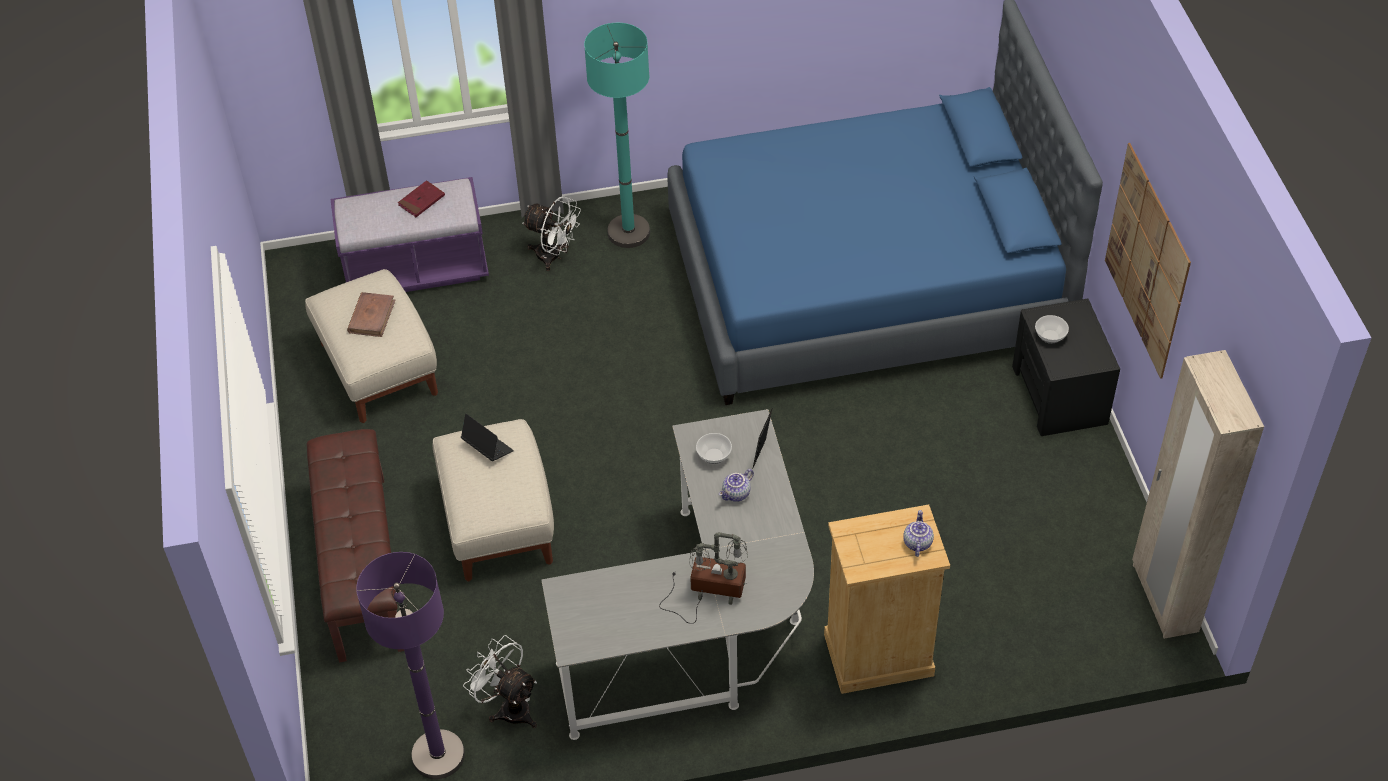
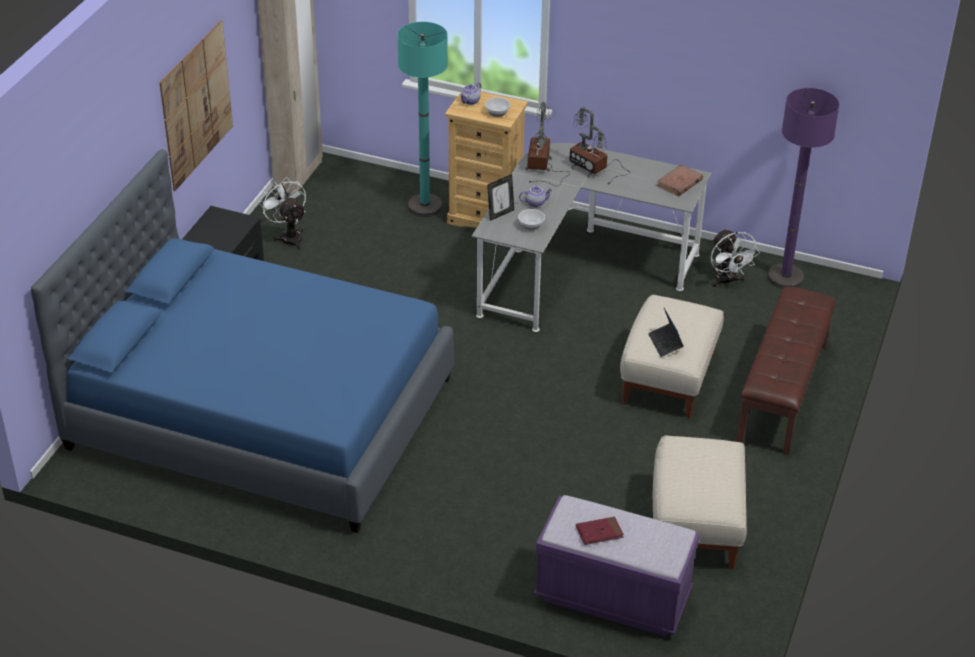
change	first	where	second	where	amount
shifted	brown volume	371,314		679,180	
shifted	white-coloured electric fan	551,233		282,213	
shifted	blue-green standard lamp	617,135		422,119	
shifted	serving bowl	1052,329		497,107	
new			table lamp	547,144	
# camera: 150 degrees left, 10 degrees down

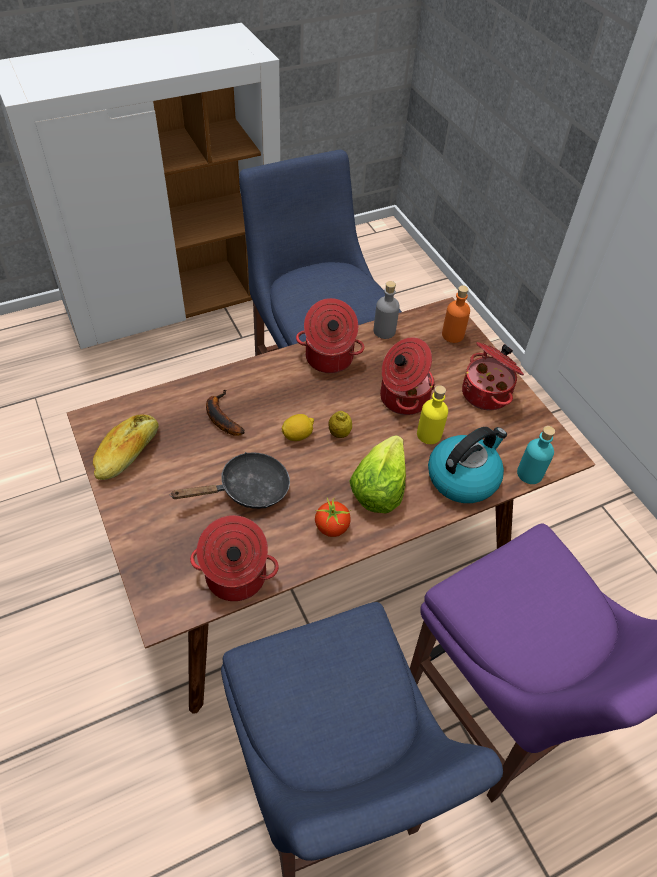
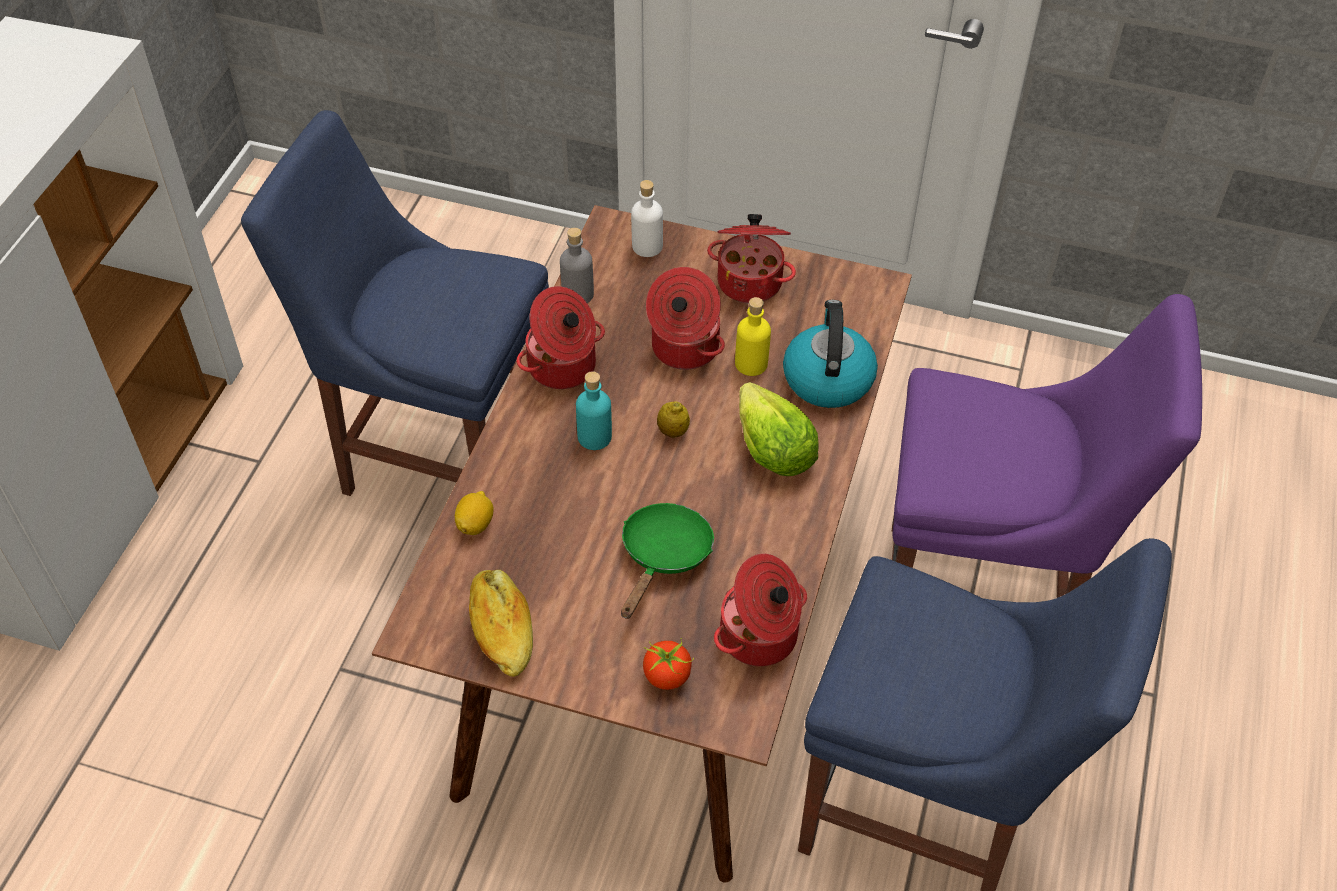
change	first	where	second	where	amount
repainted	blackish skillet	230,480	green-coloured skillet	667,561	
gone	banana fruit	225,412			
shifted	lemon	298,427		474,513	
shifted	fresh tomato	333,517		668,664	
repainted	orangey drink bottle	456,314	white-coloured drink bottle	647,218	
shifted	blue-green drink bottle	536,455		594,410	
# camera: 45 degrees left, 0 degrees up

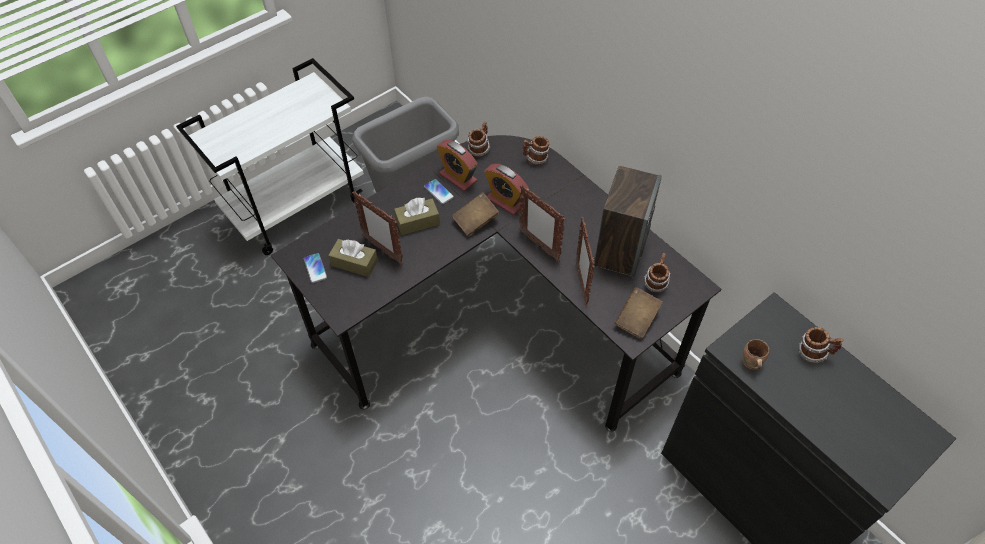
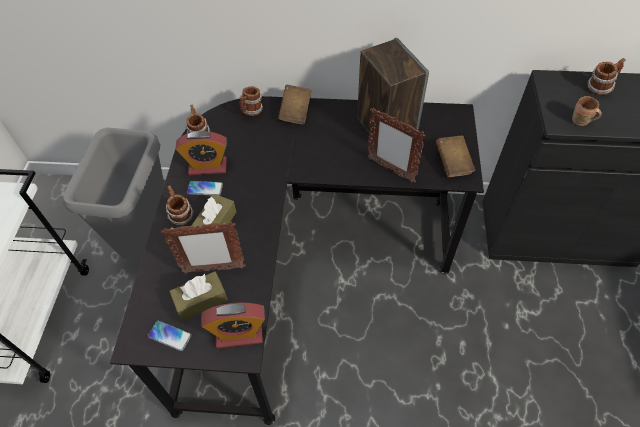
change	first	where	second	where	amount
shifted	brown volume	475,214		295,104	
shifted	table clock	506,189		233,325	
gone	photo frame	542,223			
shifted	coffee mug	657,273		180,205	
# camera: 45 degrees left, 0 degrees up

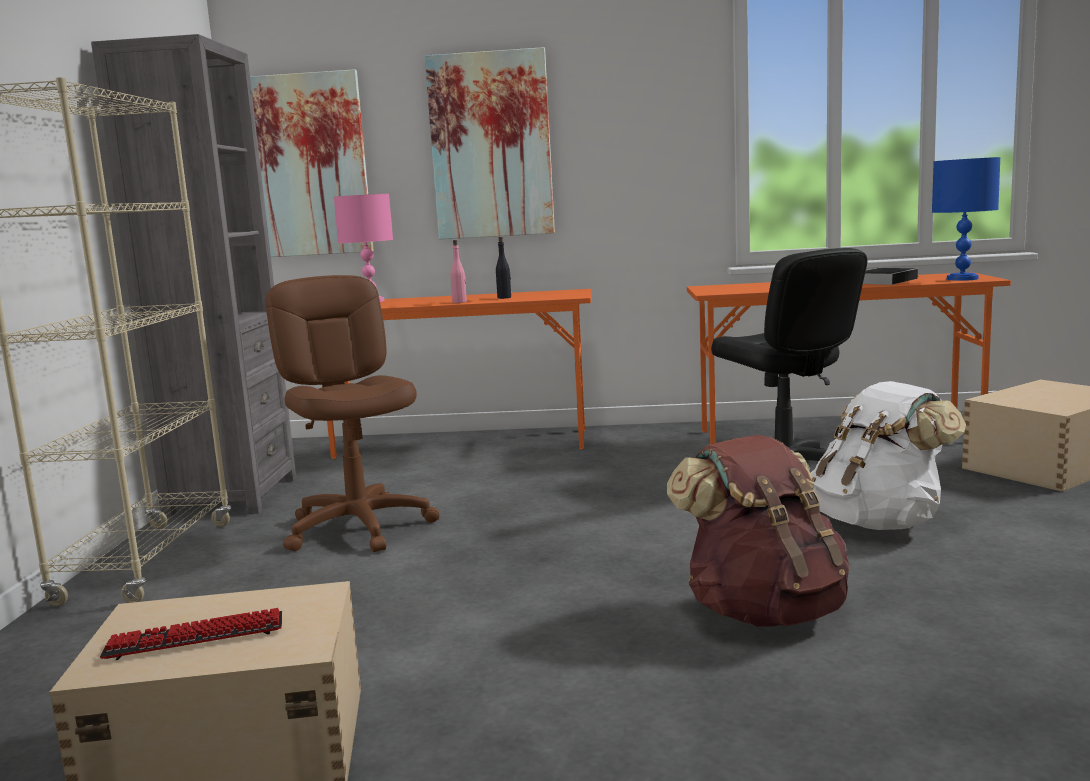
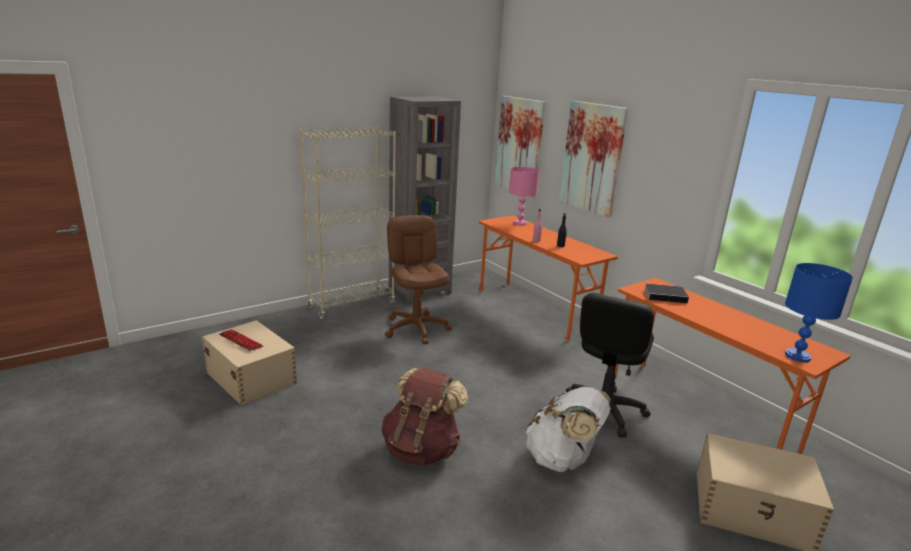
change	first	where	second	where	amount
rotated	brown office chair	352,413		418,279	45 degrees counterclockwise
shifted	volume	890,276		669,293	
# camera: 50 degrees right, 10 degrees up

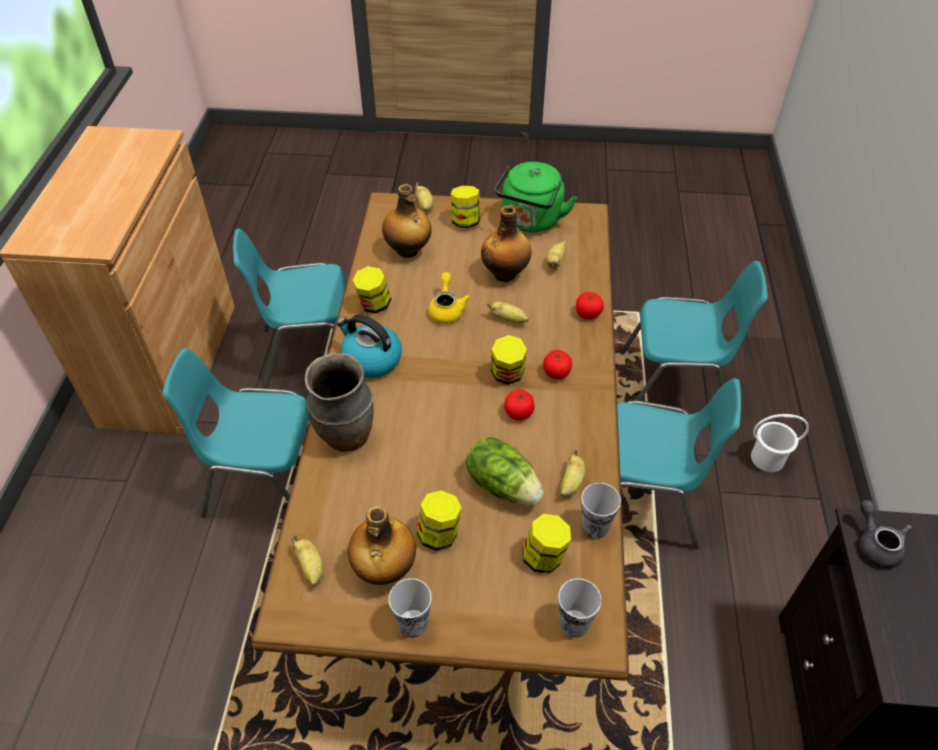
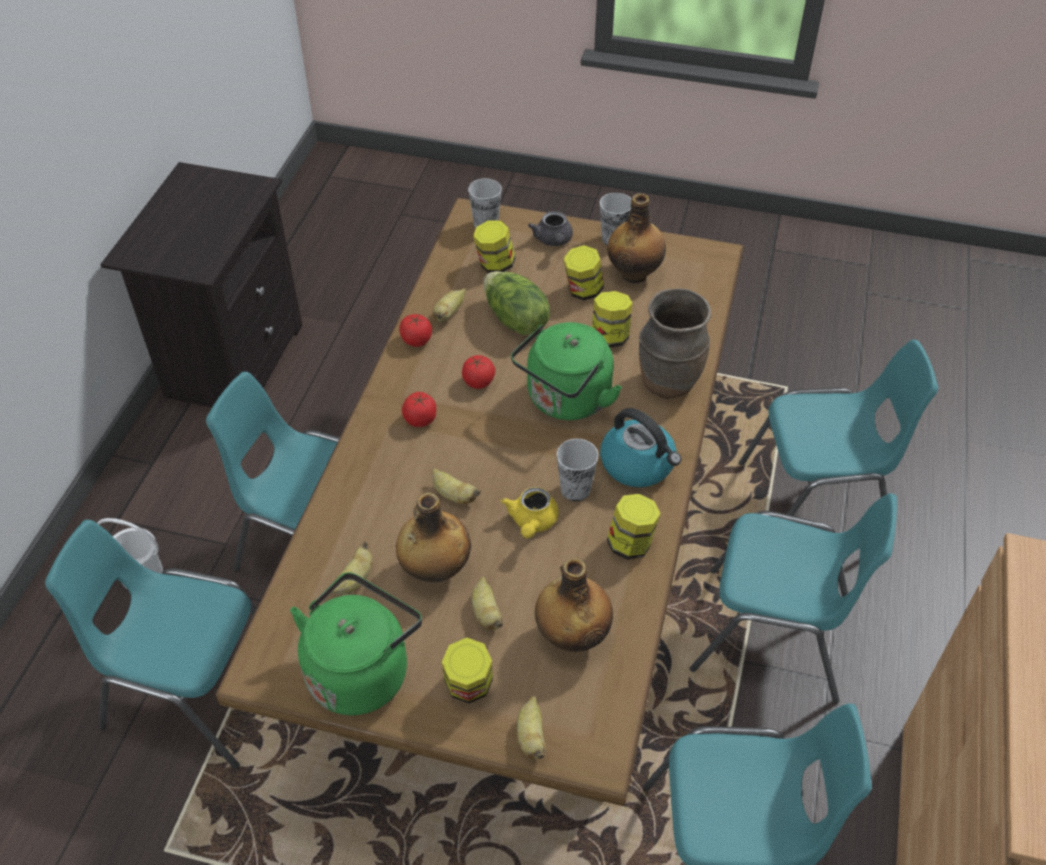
change	first	where	second	where	amount
shifted	banana fruit	308,560		487,603	
shifted	jar	509,360		612,319	
shifted	fresh tomato	590,305		415,330	
shifted	drinking cup	601,511		577,470	
shifted	greyish pot for tea	885,534		550,228	
new			green-coloured water kettle	566,371	
new			blue-green upright chair	838,428	
# camera: 170 degrees left, 0 degrees up

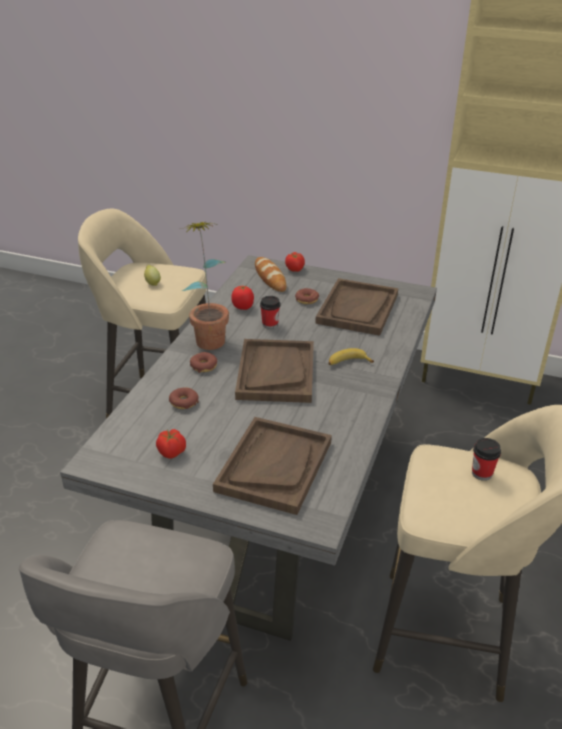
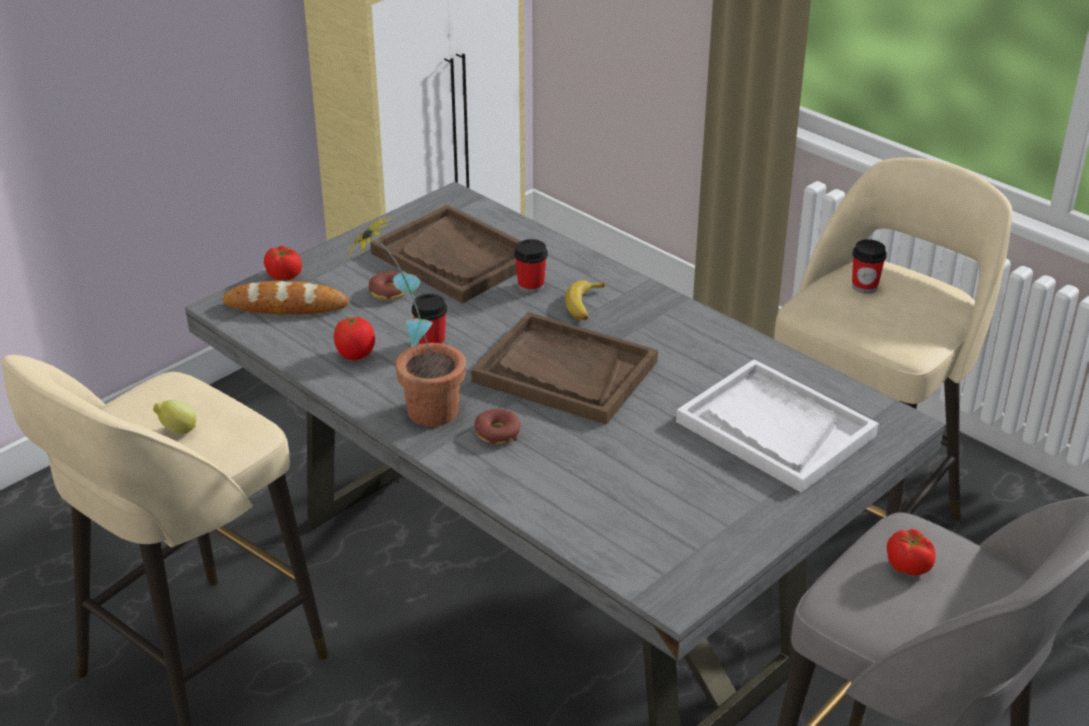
change	first	where	second	where	amount
shifted	fresh tomato	171,444		911,552	
gone	ring doughnut	184,398			
repainted	brown tray	272,466	white-coloured tray	777,426	
new			drinking cup	531,266	
# camera: 65 degrees left, 0 degrees up

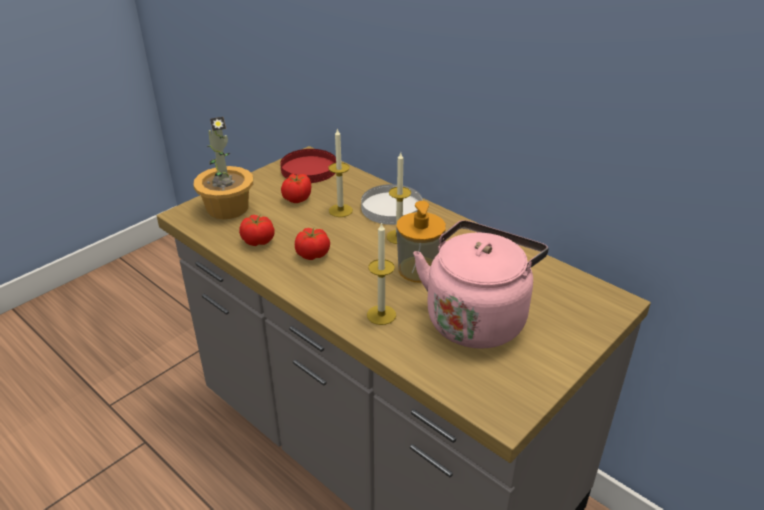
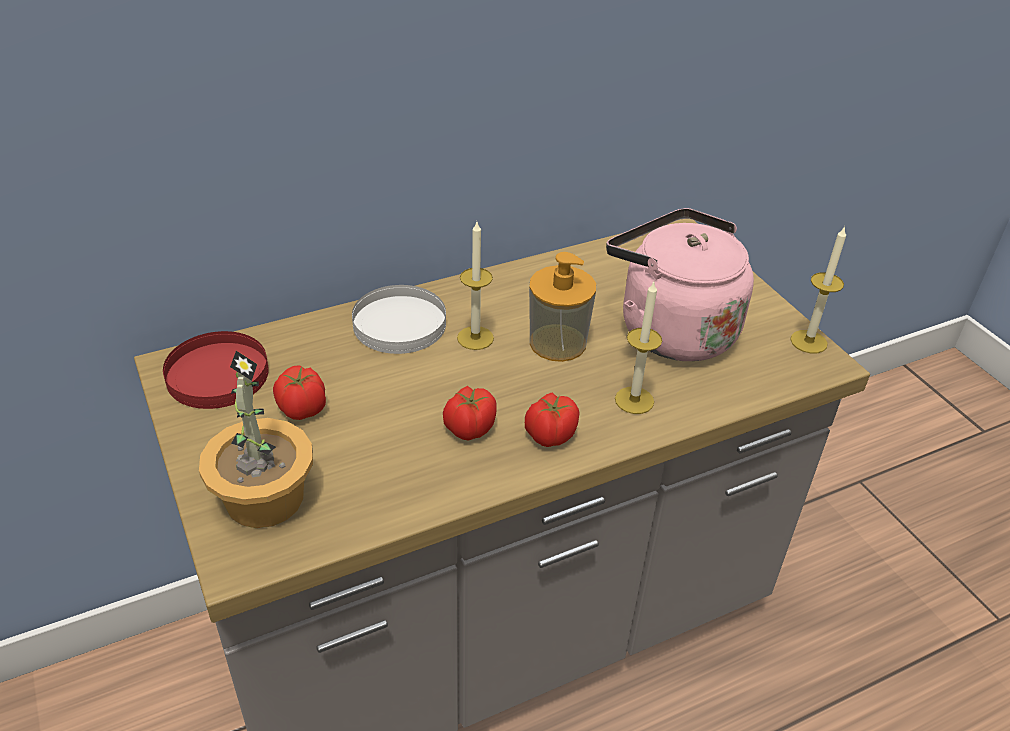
change	first	where	second	where	amount
shifted	fresh tomato	257,230		552,419	
shifted	wax candle	340,172		818,289	
# camera: 70 degrees left, 5 degrees up

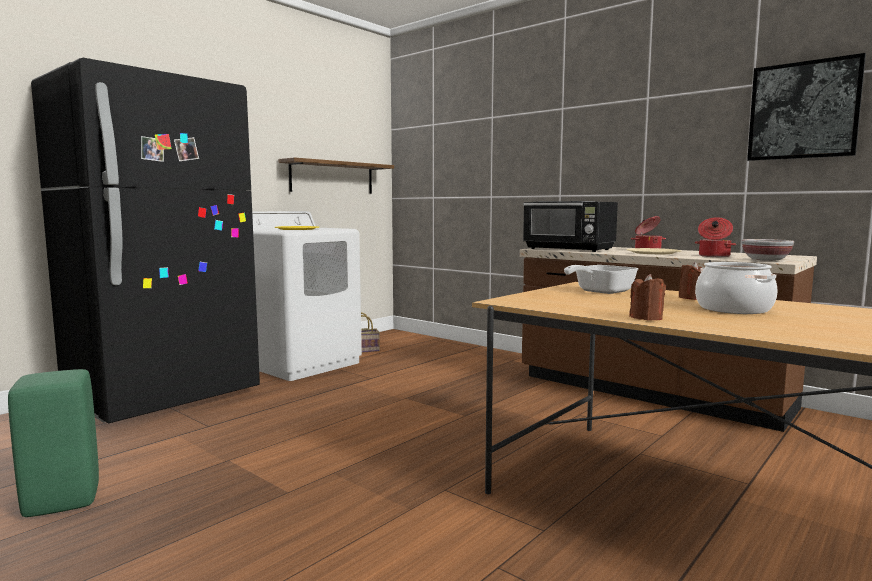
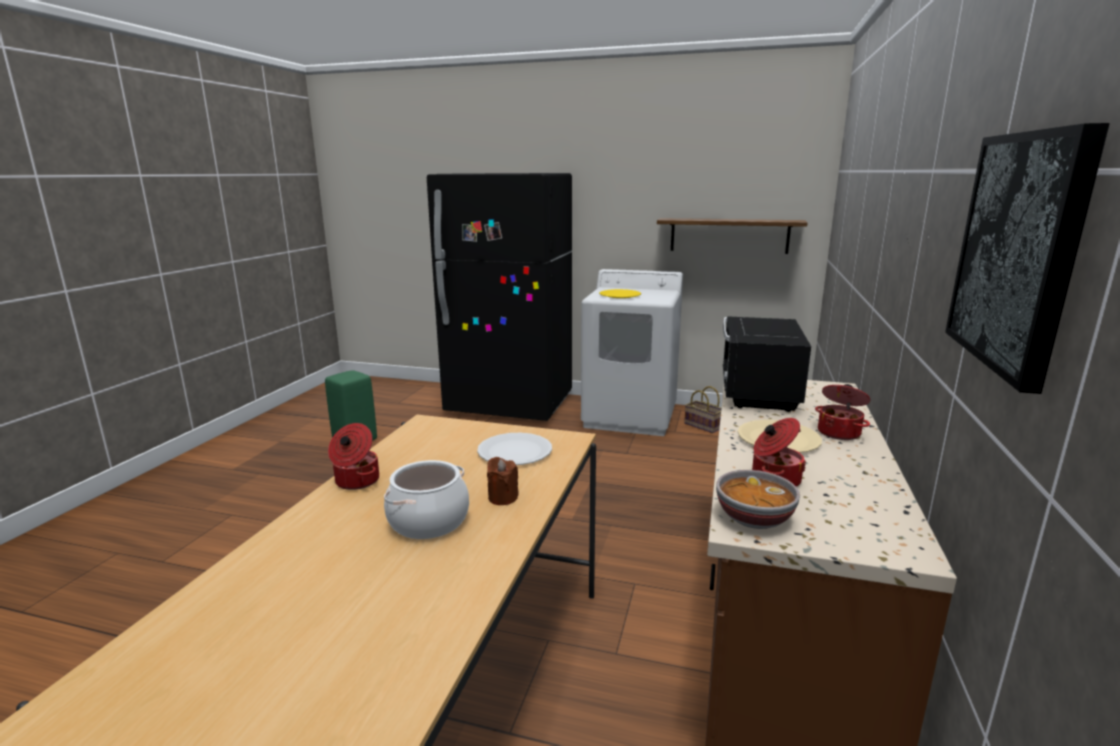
change	first	where	second	where	amount
swapped	skillet	601,279	white-coloured dinner plate	514,449	
swapped	brown wax candle	647,297	stockpot	353,456	
# camera: 65 degrees right, 10 degrees up

